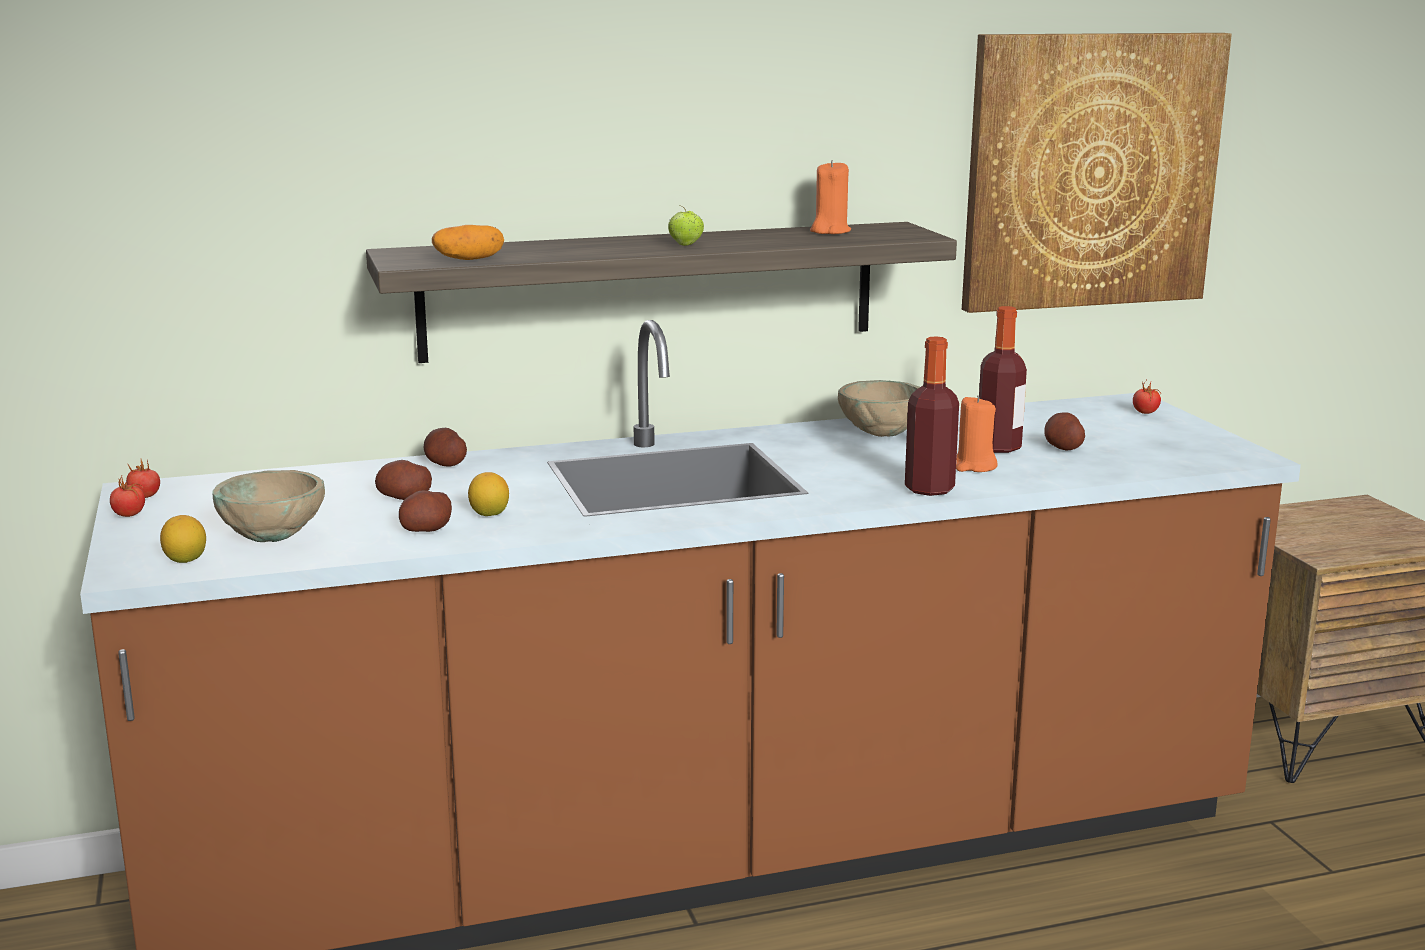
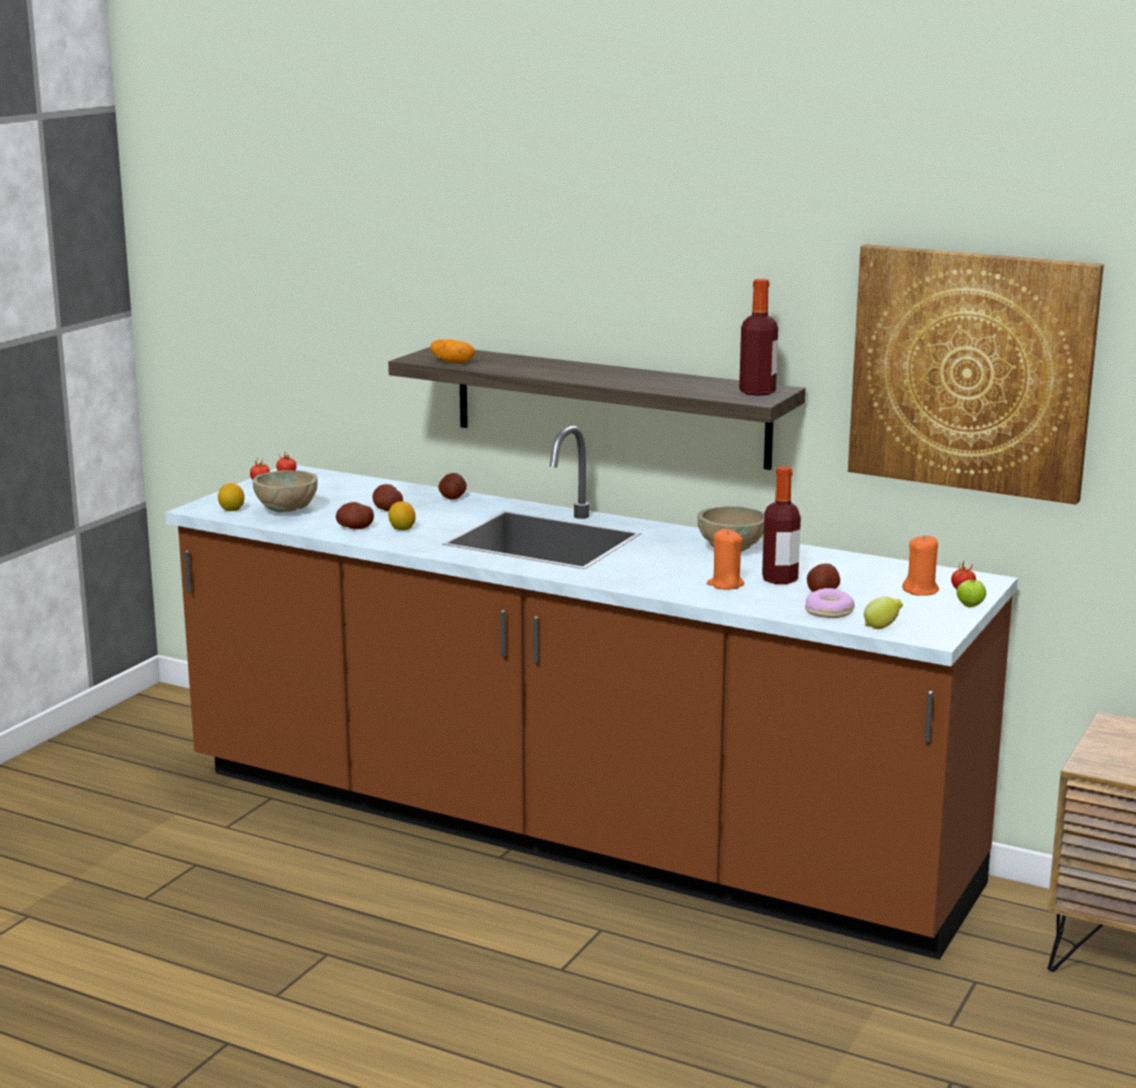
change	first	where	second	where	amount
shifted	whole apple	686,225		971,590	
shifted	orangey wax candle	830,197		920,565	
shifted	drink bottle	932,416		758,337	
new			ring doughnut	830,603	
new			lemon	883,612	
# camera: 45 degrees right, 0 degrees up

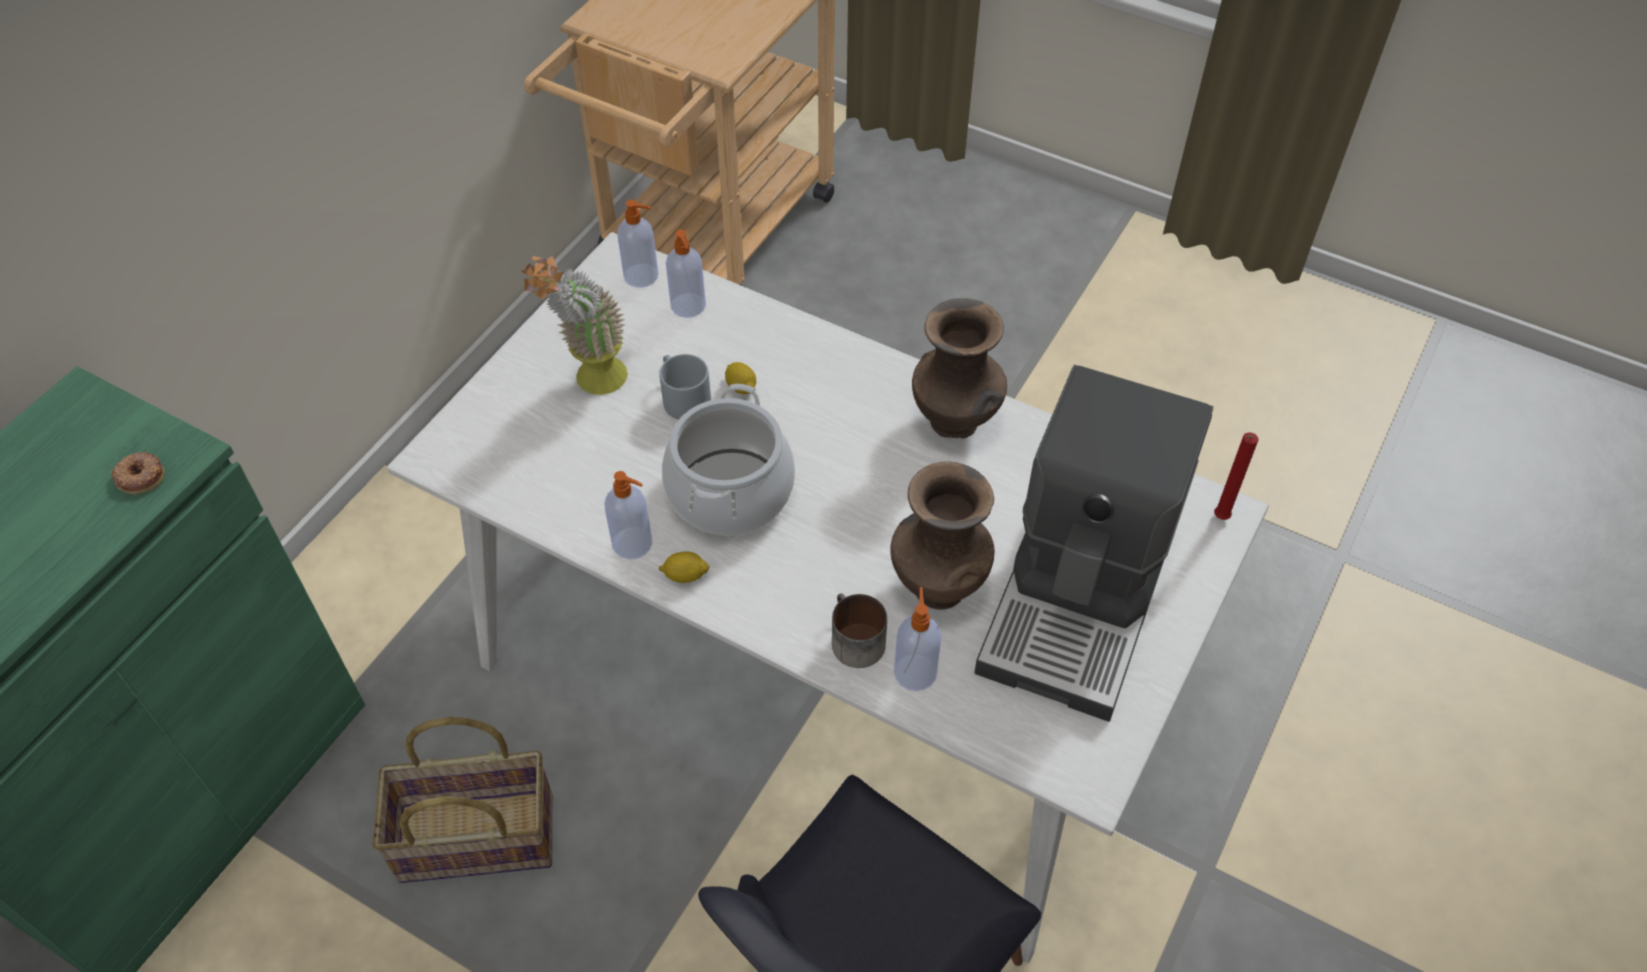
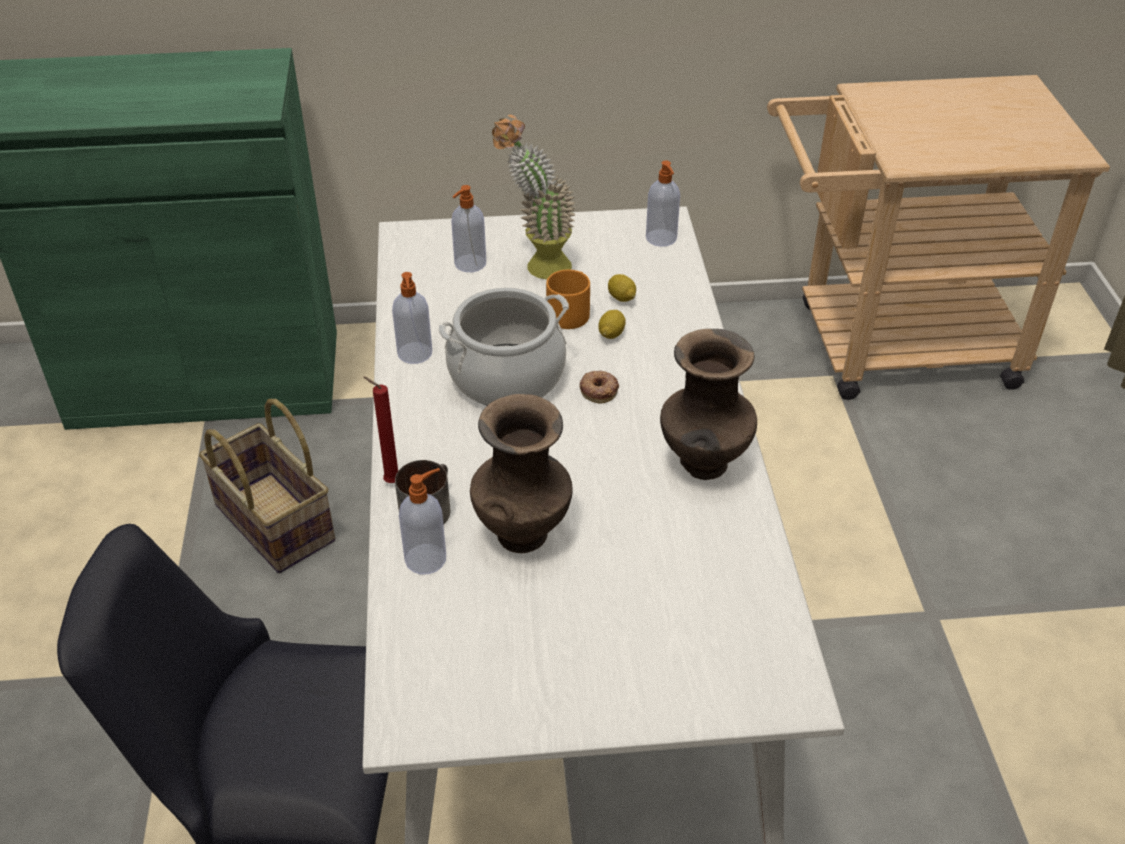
change	first	where	second	where	amount
shifted	ring doughnut	138,473		599,387	
shifted	lemon	684,567		622,288	
repainted	greyish coffee mug	685,387	orangey coffee mug	568,299	
shifted	soap bottle	686,274		468,228	
gone	coffee maker	1093,543			
shifted	red-coloured wax candle	1236,476		380,430	
# camera: 55 degrees right, 10 degrees down

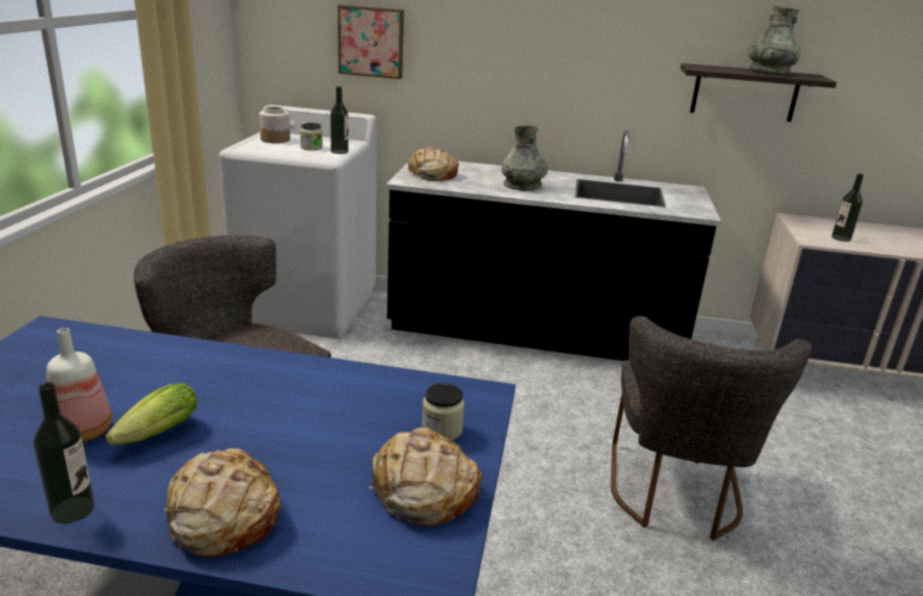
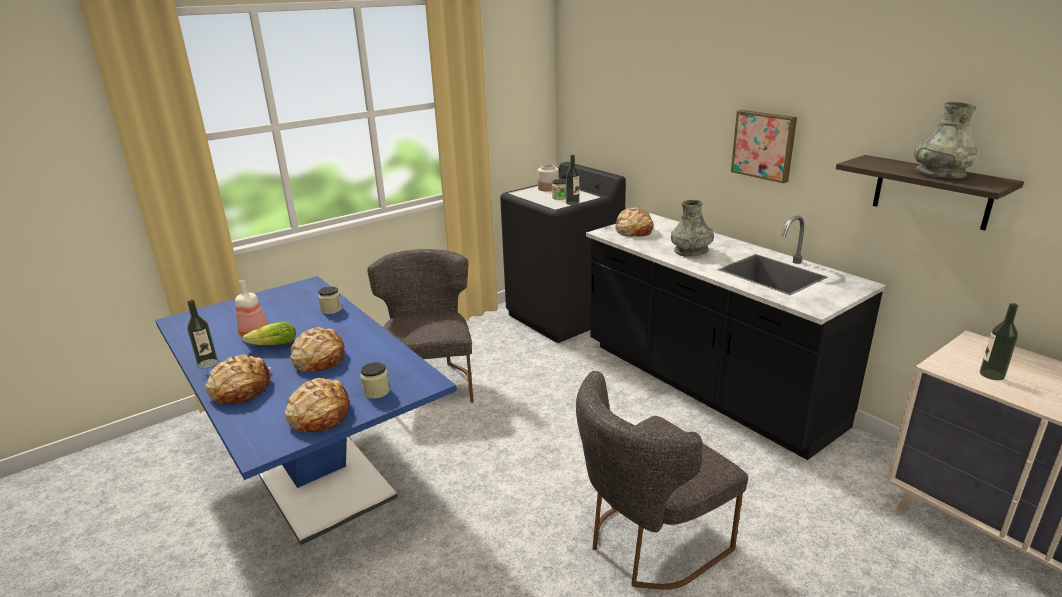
change	first	where	second	where	amount
repainted	white-coloured washing machine	297,222	blackish washing machine	563,252	
shifted	picture	371,42		764,146	
new			baked bread	317,349	
new			jar	330,300	
# camera: 45 degrees right, 0 degrees up

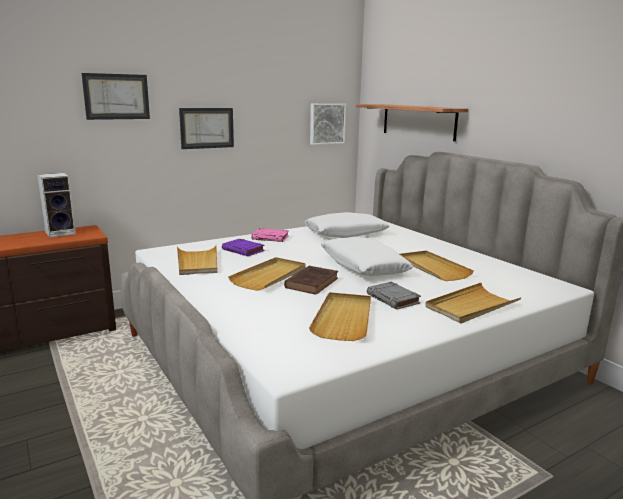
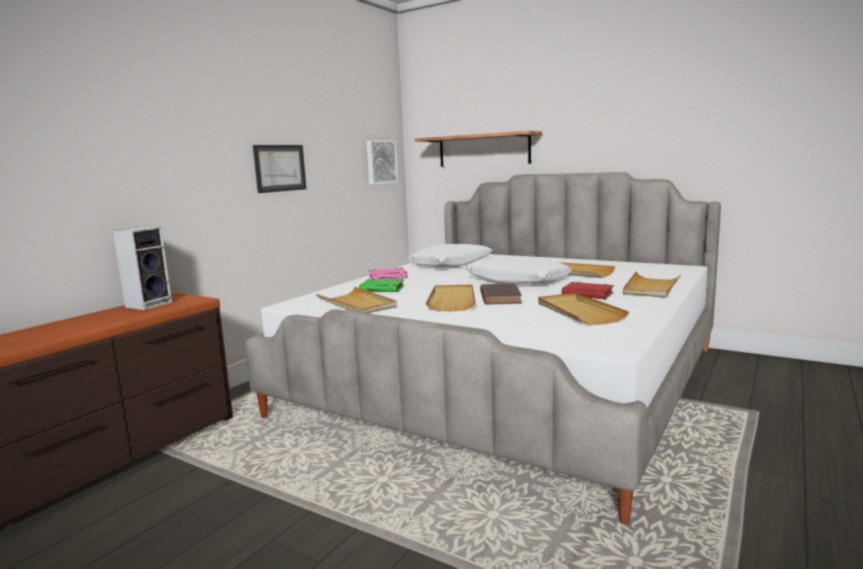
change	first	where	second	where	amount
gone	picture	115,96			
repainted	purple-coloured volume	243,247	green-coloured volume	381,285	
repainted	greyish volume	394,295	red-coloured volume	588,290	
# camera: 25 degrees left, 5 degrees down

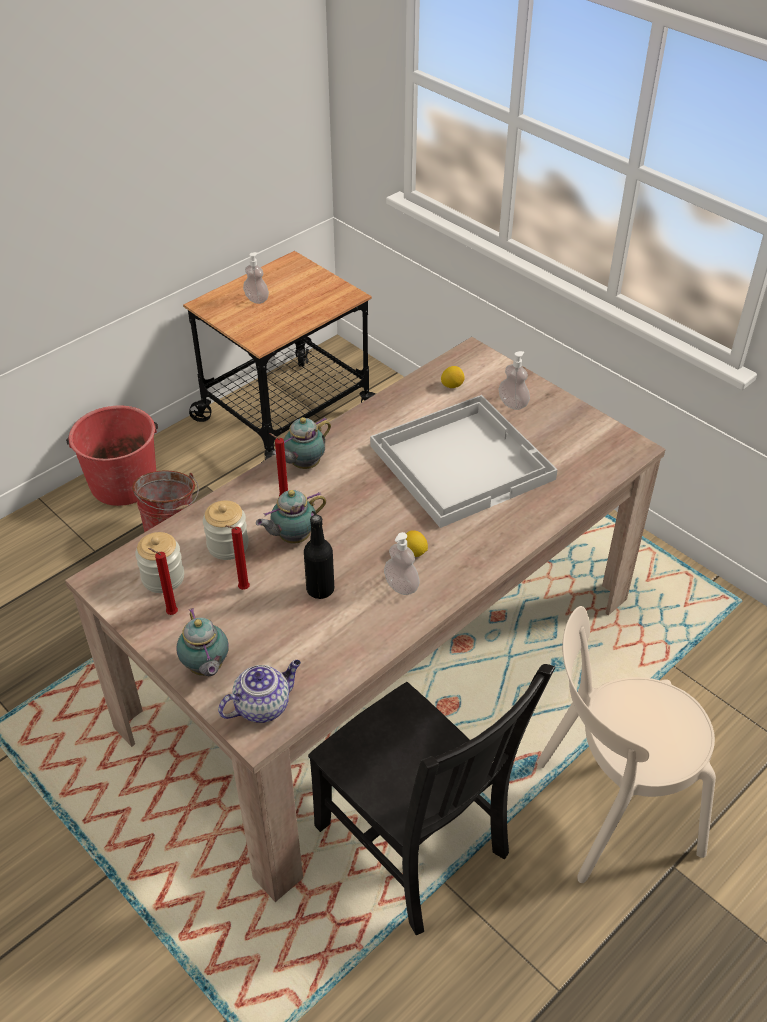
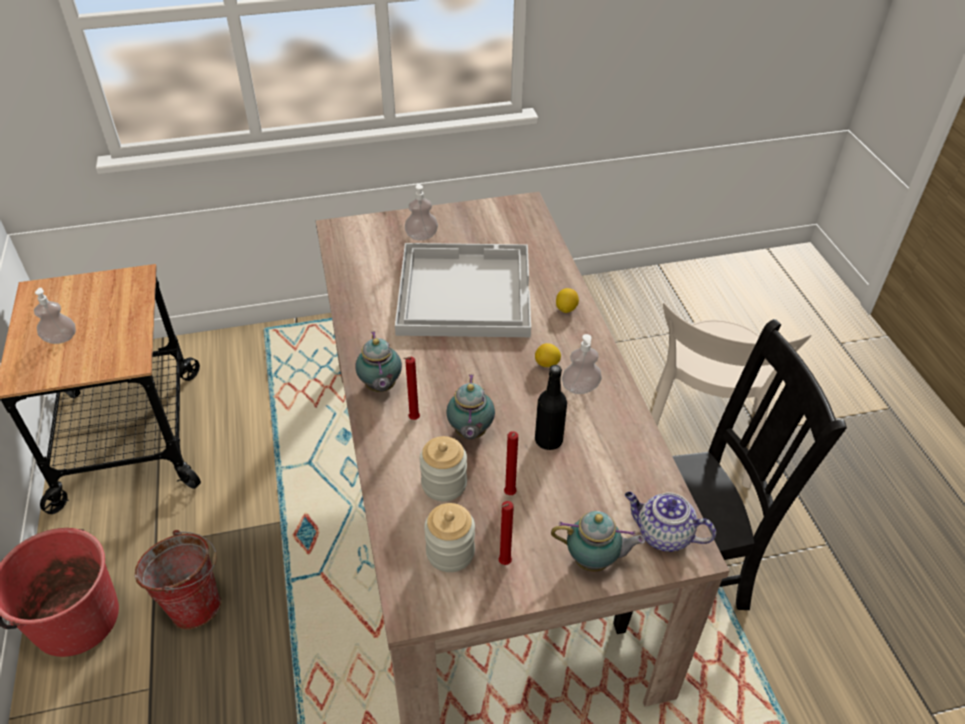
change	first	where	second	where	amount
rotated	pot for tea	259,691		670,522	60 degrees counterclockwise
shifted	lemon	453,377		567,300	
# camera: 60 degrees left, 0 degrees up

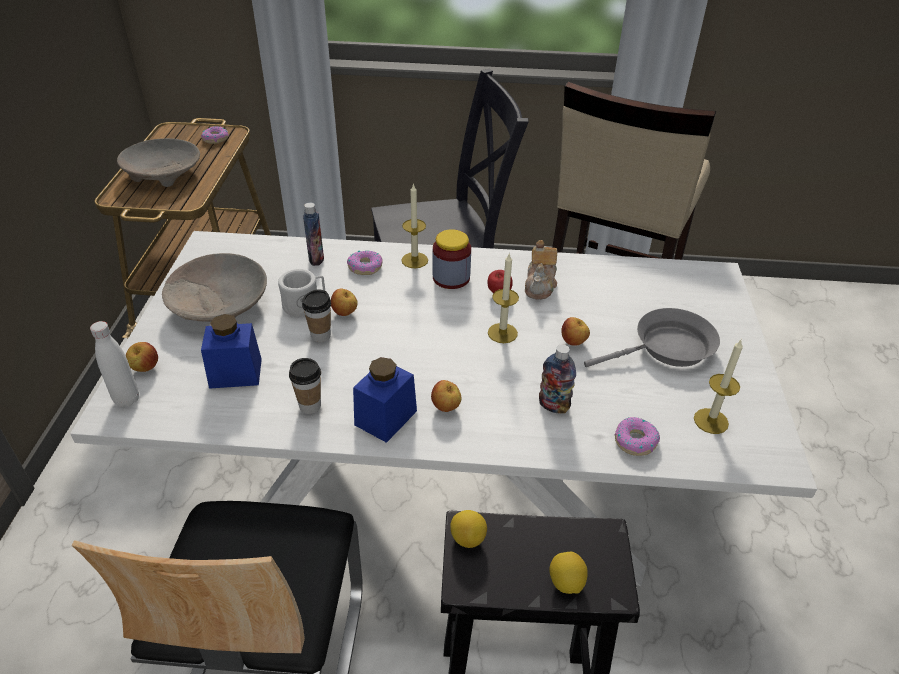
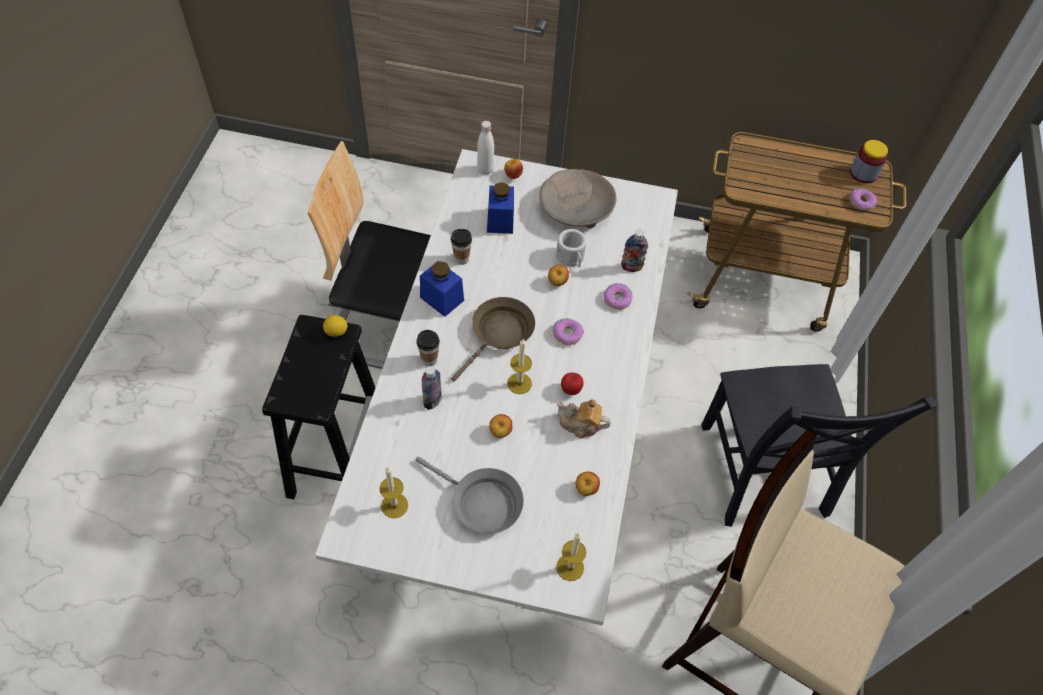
change	first	where	second	where	amount
gone	sand-coloured serving bowl	158,162			
shifted	drinking cup	316,315		428,348	
shifted	wax candle	414,225		571,557	
shifted	whole apple	446,396		587,484	
shifted	jar	452,259		869,161	
gone	lemon	568,573			
rotated	greyish skillet	652,337		469,495	45 degrees counterclockwise
shifted	ring doughnut	637,436		568,331	
new			brown skillet	493,339	
# camera: 95 degrees right, 15 degrees up

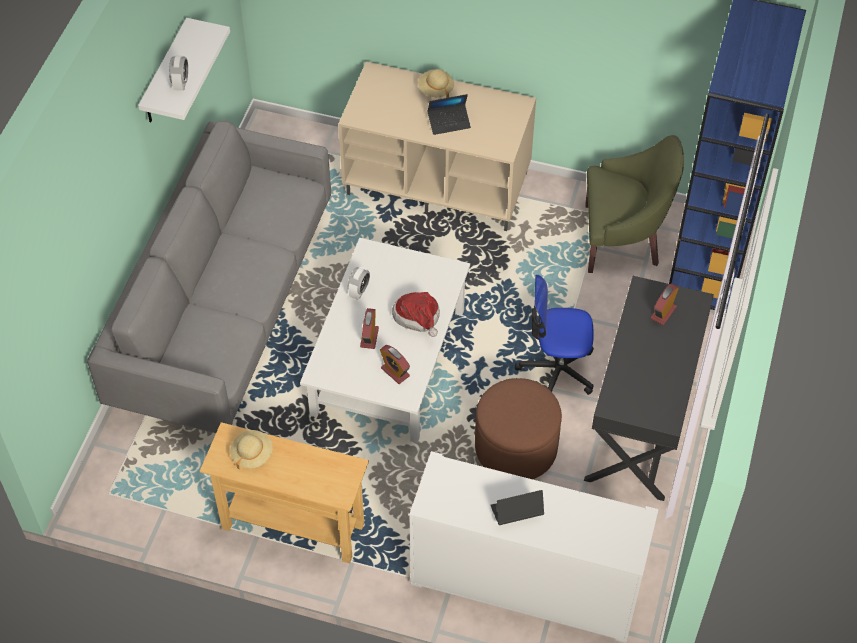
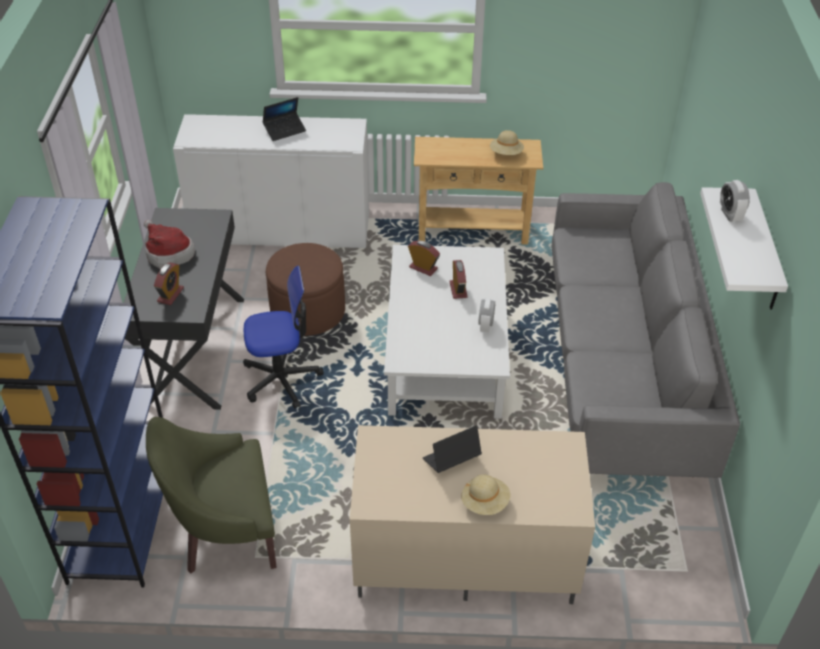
change	first	where	second	where	amount
shifted	hat	416,314		169,244	
# camera: 165 degrees right, 10 degrees down

